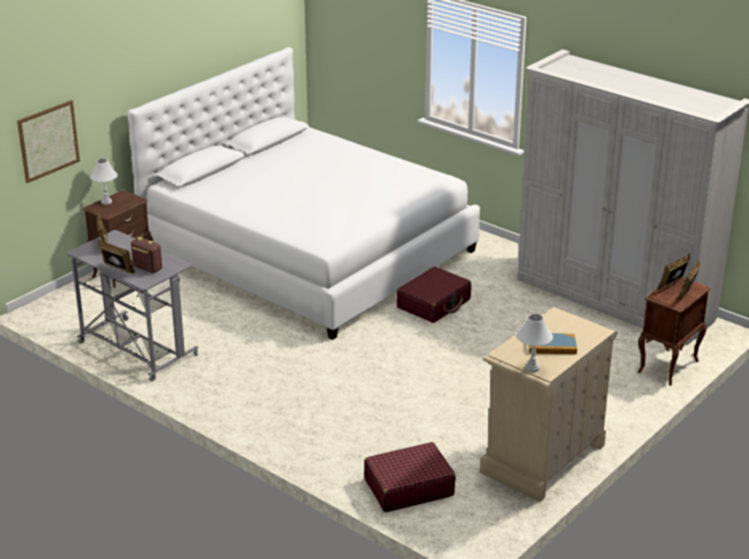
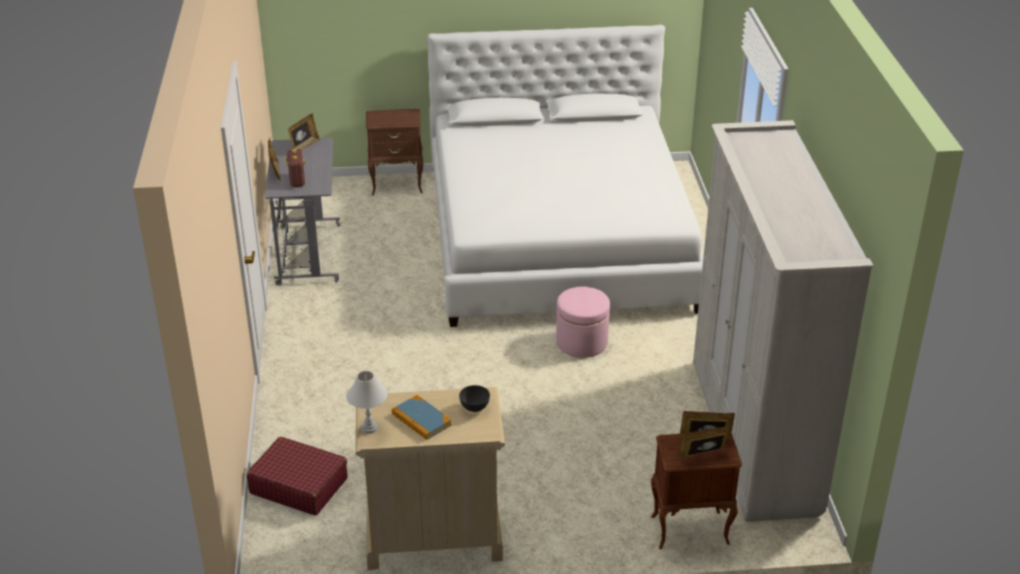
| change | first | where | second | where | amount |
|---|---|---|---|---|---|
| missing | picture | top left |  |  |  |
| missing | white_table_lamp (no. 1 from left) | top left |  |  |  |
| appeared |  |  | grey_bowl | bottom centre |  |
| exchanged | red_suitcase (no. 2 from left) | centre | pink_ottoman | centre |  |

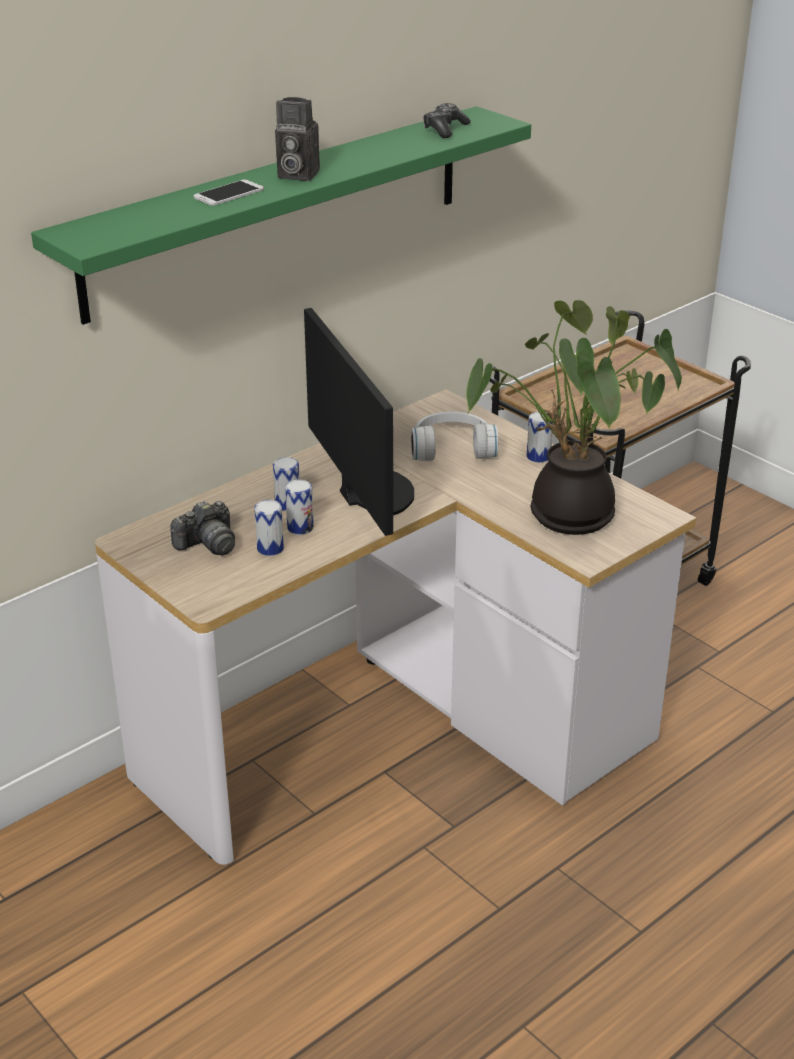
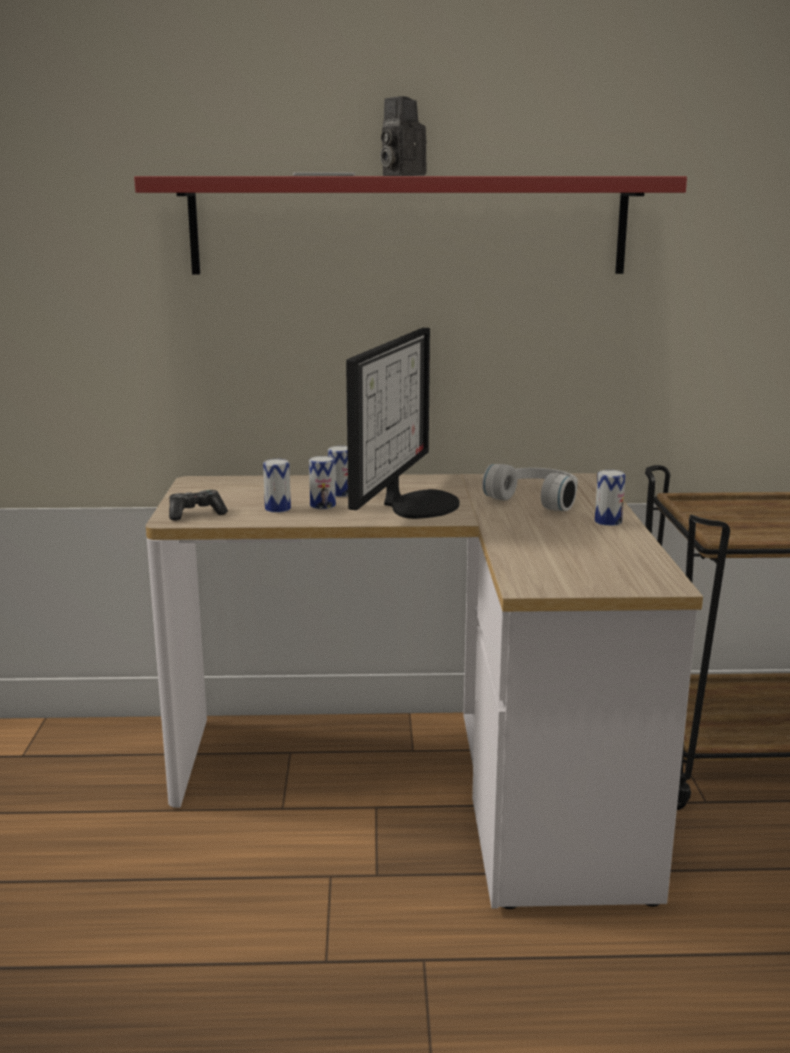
| change | first | where | second | where | amount |
|---|---|---|---|---|---|
| missing | photo_camera (no. 1 from left) | middle left |  |  |  |
| missing | potted_plant | middle right |  |  |  |
| relocated | game_controller | top centre |  | middle left |  |
| colour | green_shelf | top centre | red_shelf | top centre |  |

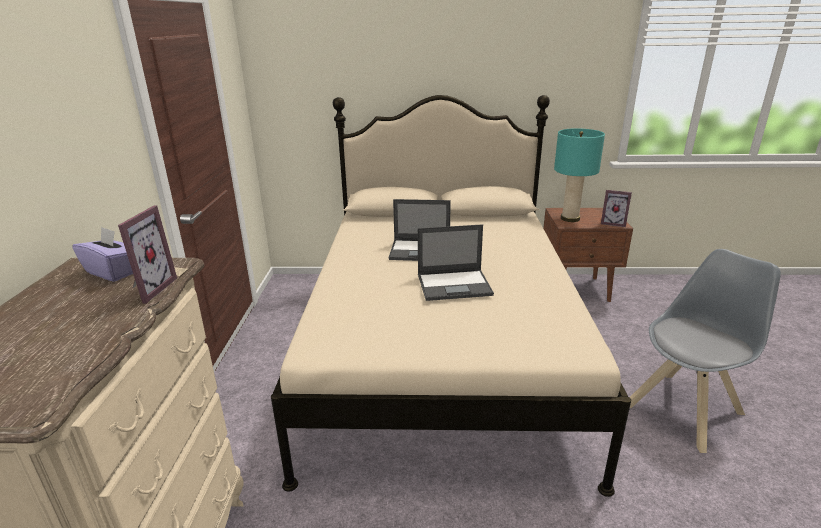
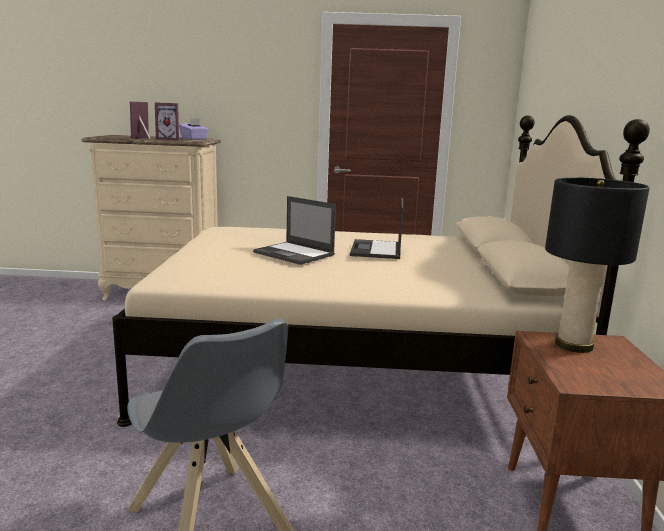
| change | first | where | second | where | amount |
|---|---|---|---|---|---|
| relocated | picture_frame (no. 2 from left in the first image) | middle right | picture_frame (no. 1 from left) | top left |  |
| colour | turquoise_table_lamp | top right | black_table_lamp | middle right |  |
| spun | laptop (no. 2 from left in the first image) | centre | laptop (no. 1 from left) | centre | 45 degrees counterclockwise |

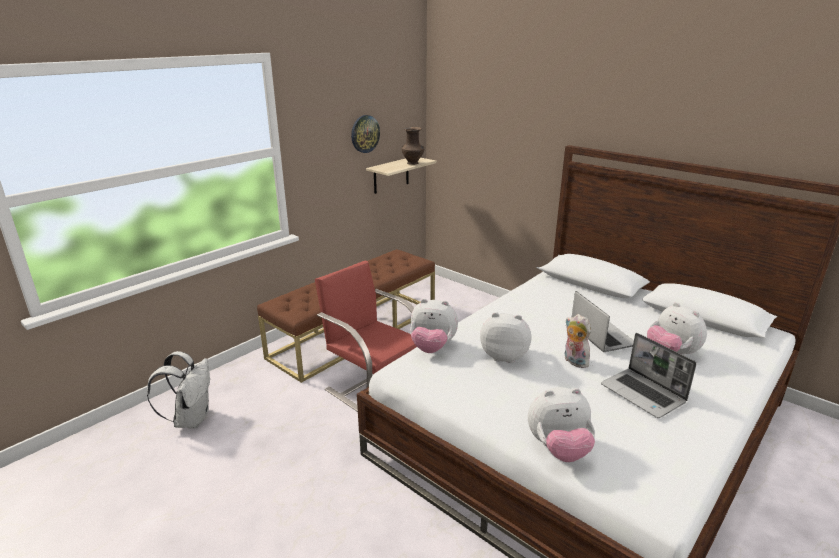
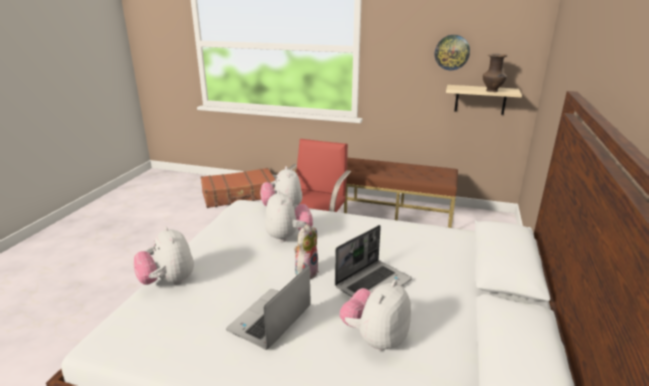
| change | first | where | second | where | amount |
|---|---|---|---|---|---|
| exchanged | white_backpack | bottom left | brown_suitcase | centre |  |

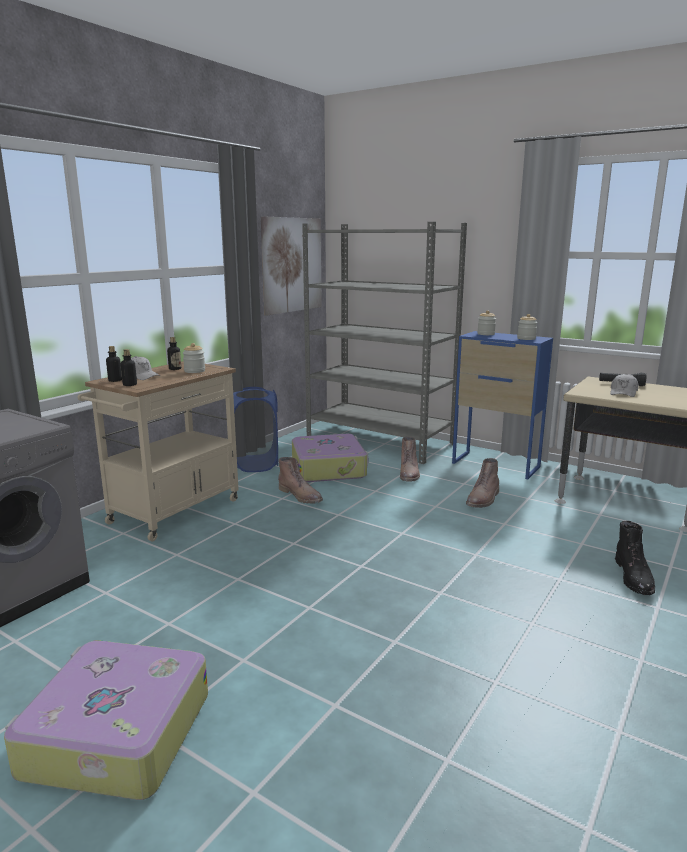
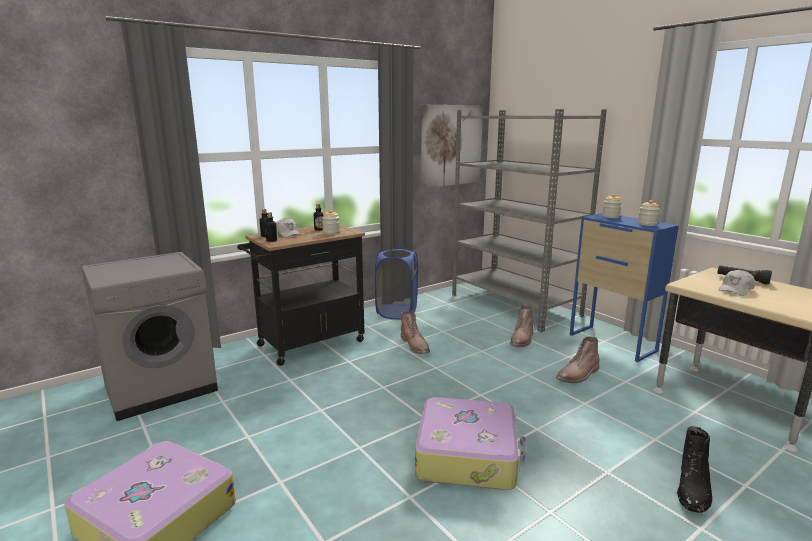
| change | first | where | second | where | amount |
|---|---|---|---|---|---|
| relocated | suitcase (no. 2 from left) | centre |  | bottom centre |  |
| colour | beige_cart | middle left | black_cart | centre |  |

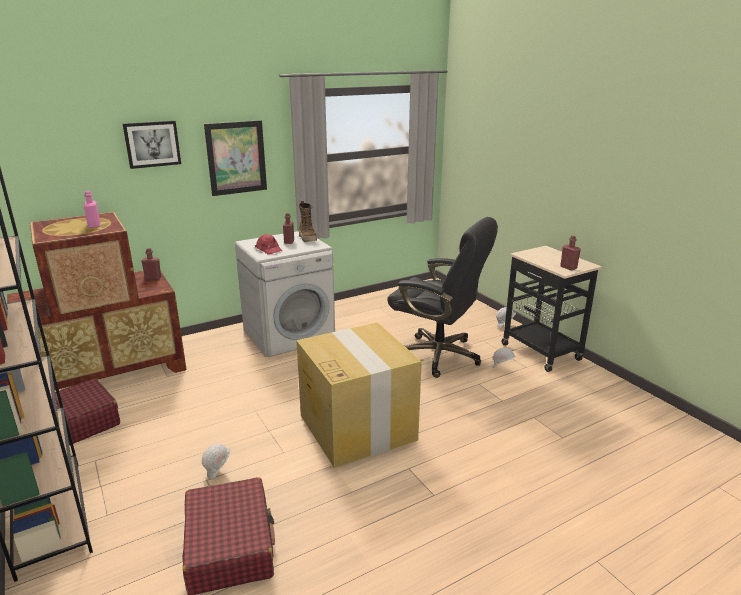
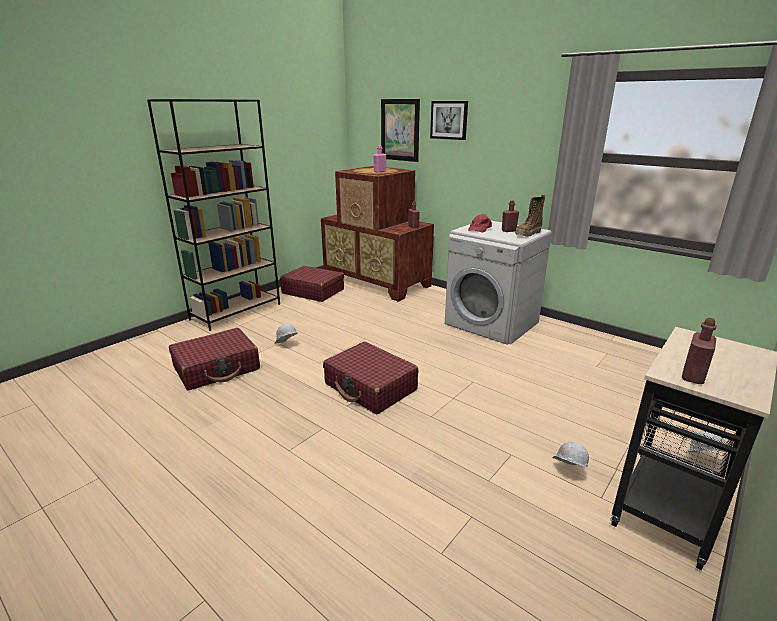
| change | first | where | second | where | amount |
|---|---|---|---|---|---|
| missing | black_office_chair | centre |  |  |  |
| relocated | picture (no. 2 from left in the first image) | top left | picture (no. 1 from left) | top centre |  |
| exchanged | cardboard_box | centre | red_suitcase (no. 3 from left) | centre |  |

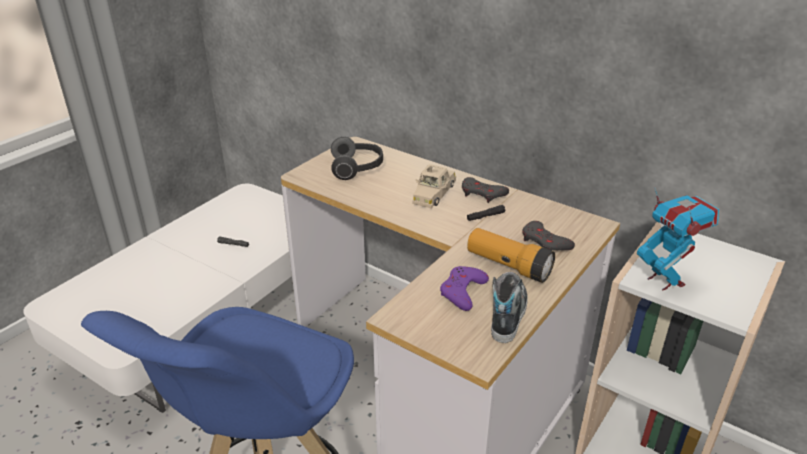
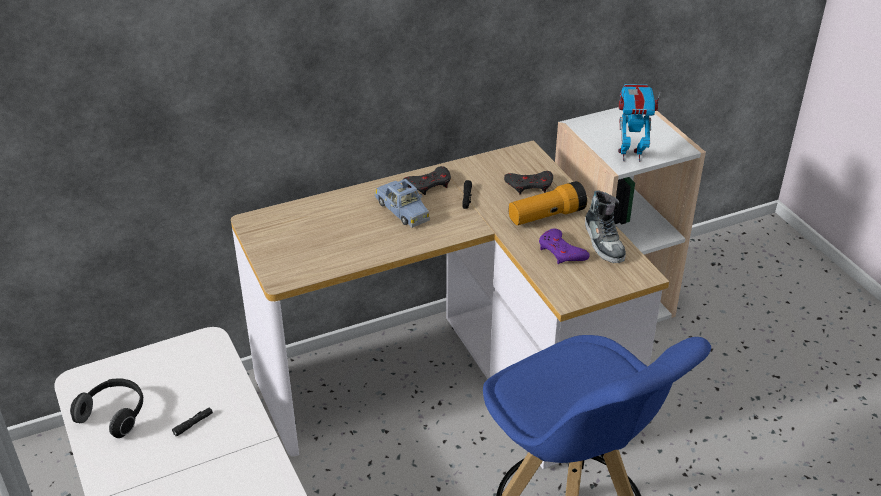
| change | first | where | second | where | amount |
|---|---|---|---|---|---|
| relocated | headphones | centre |  | bottom left |  |
| colour | beige_toy_car | centre | blue_toy_car | centre |  |
| spun | shoe | bottom centre |  | middle right | 150 degrees counterclockwise |

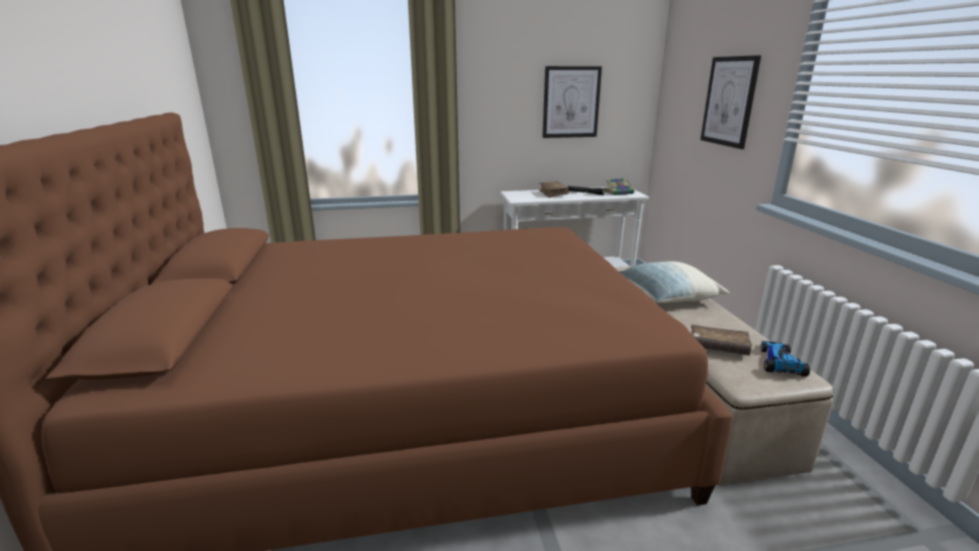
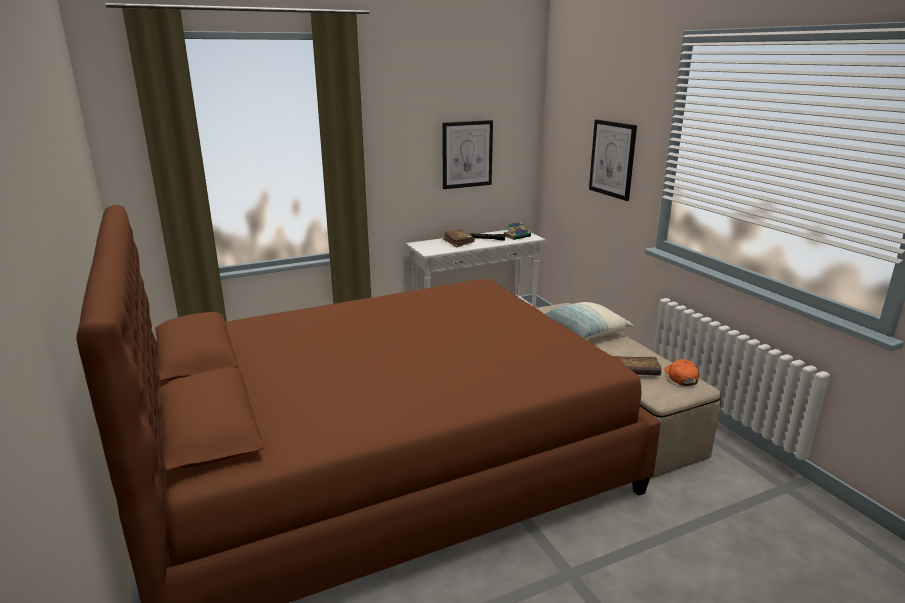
| change | first | where | second | where | amount |
|---|---|---|---|---|---|
| exchanged | toy_car | middle right | orange_cap | middle right |  |

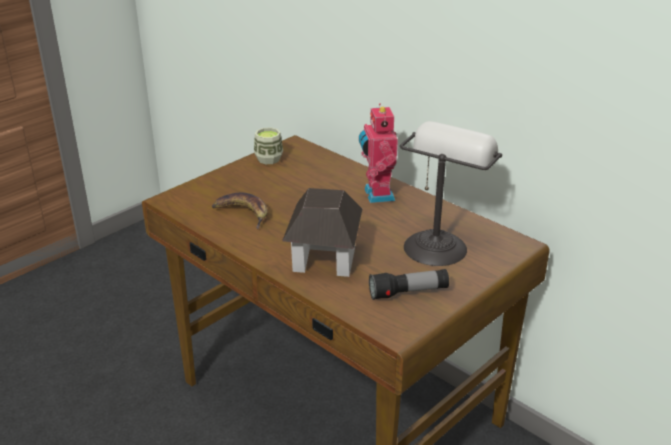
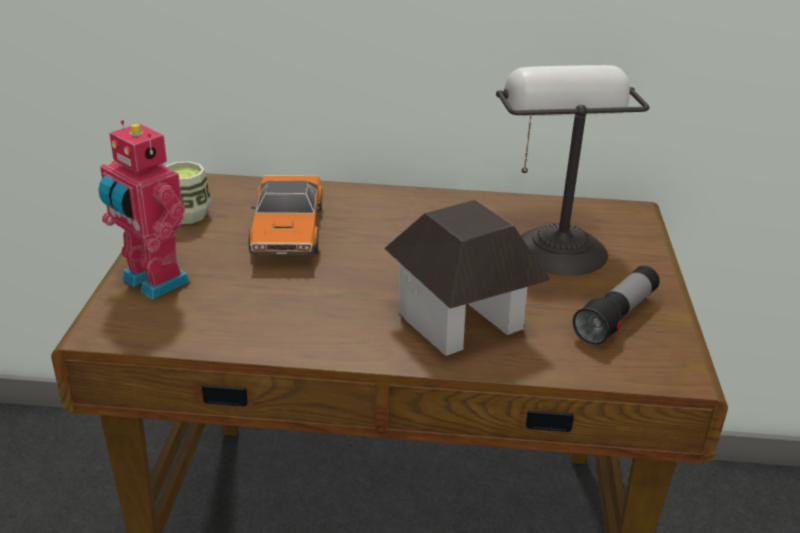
| change | first | where | second | where | amount |
|---|---|---|---|---|---|
| missing | banana | centre |  |  |  |
| appeared |  |  | toy_car | centre |  |
| relocated | toy_robot | centre |  | middle left |  |

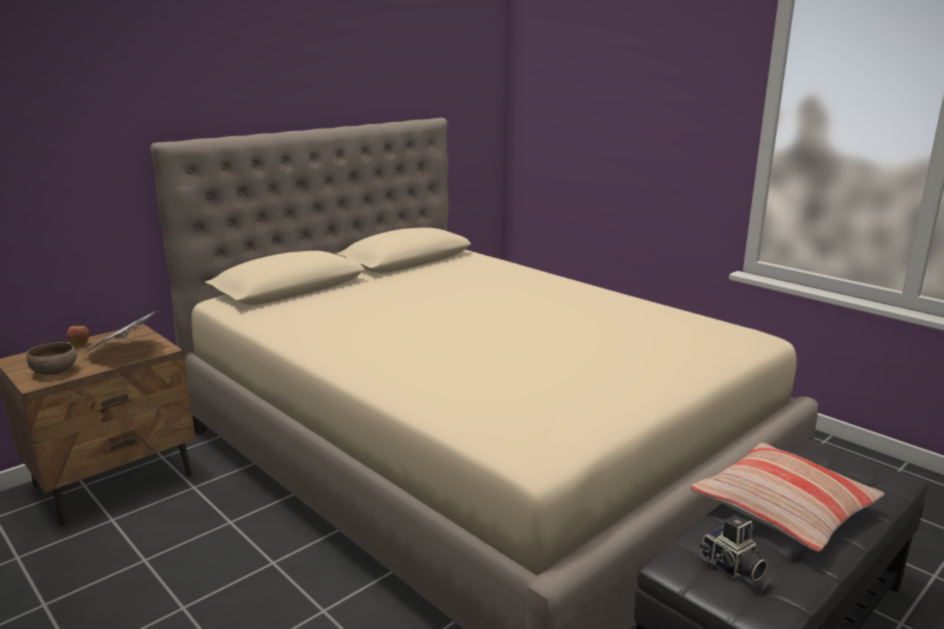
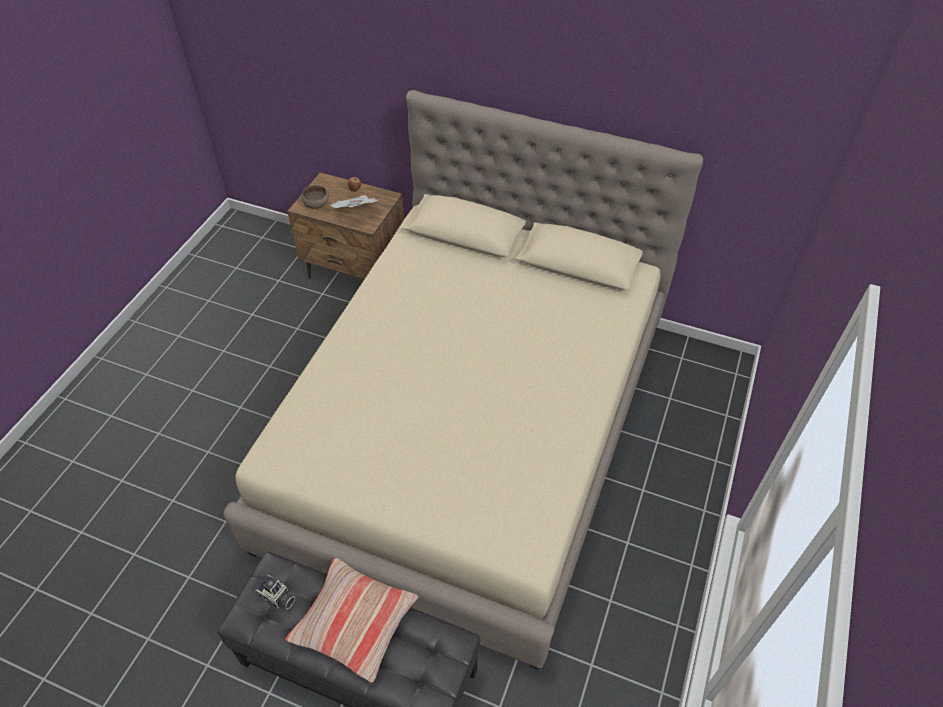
| change | first | where | second | where | amount |
|---|---|---|---|---|---|
| spun | photo_camera | bottom right |  | bottom left | 90 degrees counterclockwise |

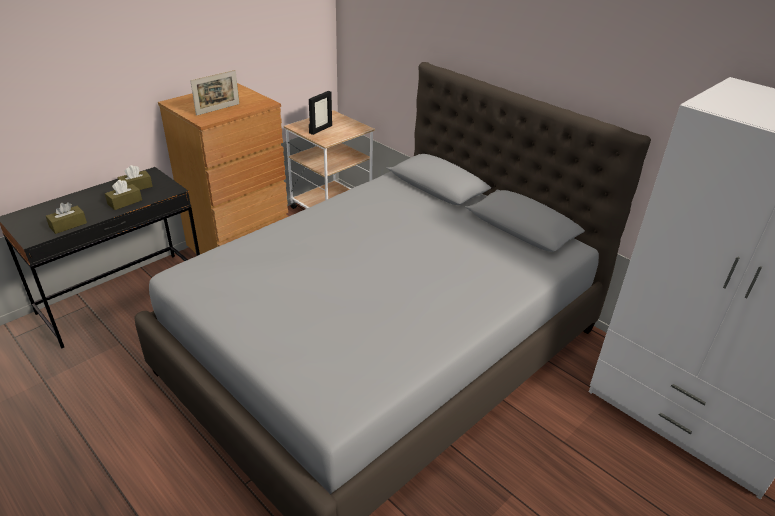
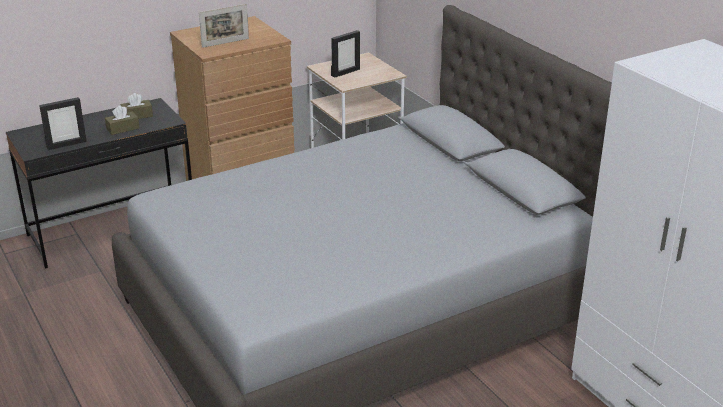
| change | first | where | second | where | amount |
|---|---|---|---|---|---|
| exchanged | brown_tissue_box (no. 1 from left) | middle left | picture_frame (no. 1 from left) | top left |  |

